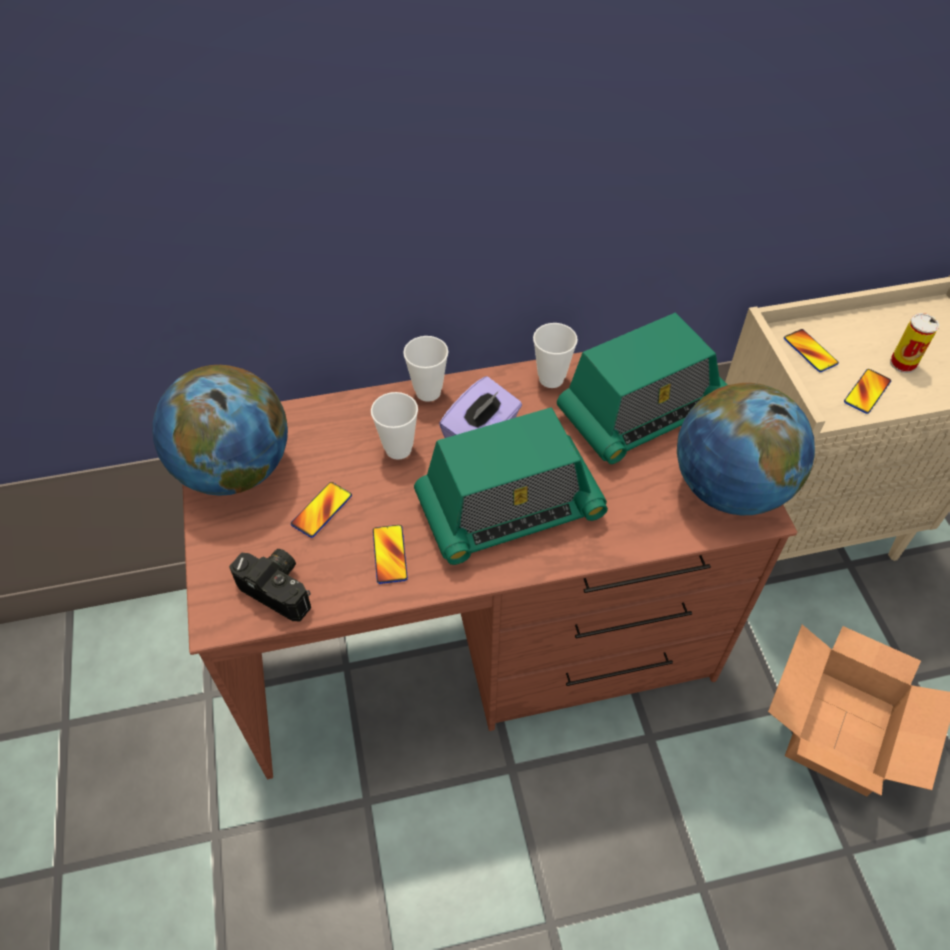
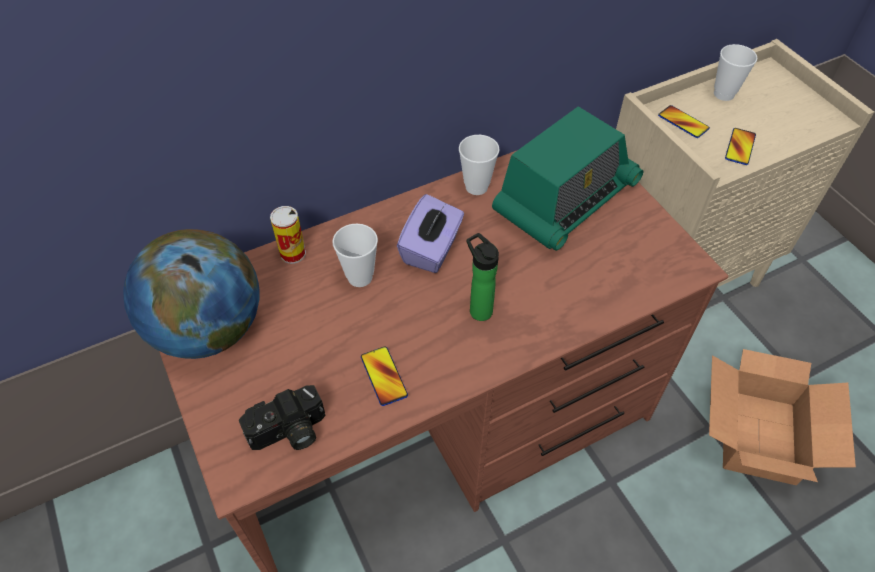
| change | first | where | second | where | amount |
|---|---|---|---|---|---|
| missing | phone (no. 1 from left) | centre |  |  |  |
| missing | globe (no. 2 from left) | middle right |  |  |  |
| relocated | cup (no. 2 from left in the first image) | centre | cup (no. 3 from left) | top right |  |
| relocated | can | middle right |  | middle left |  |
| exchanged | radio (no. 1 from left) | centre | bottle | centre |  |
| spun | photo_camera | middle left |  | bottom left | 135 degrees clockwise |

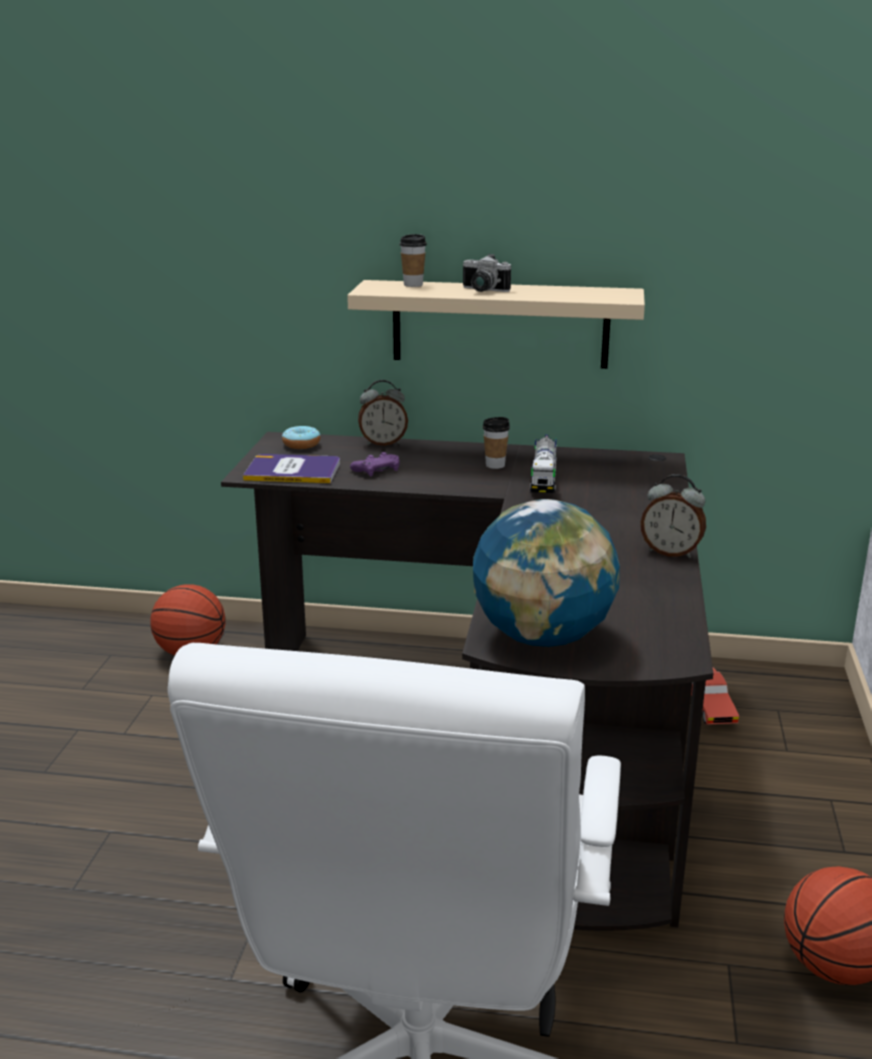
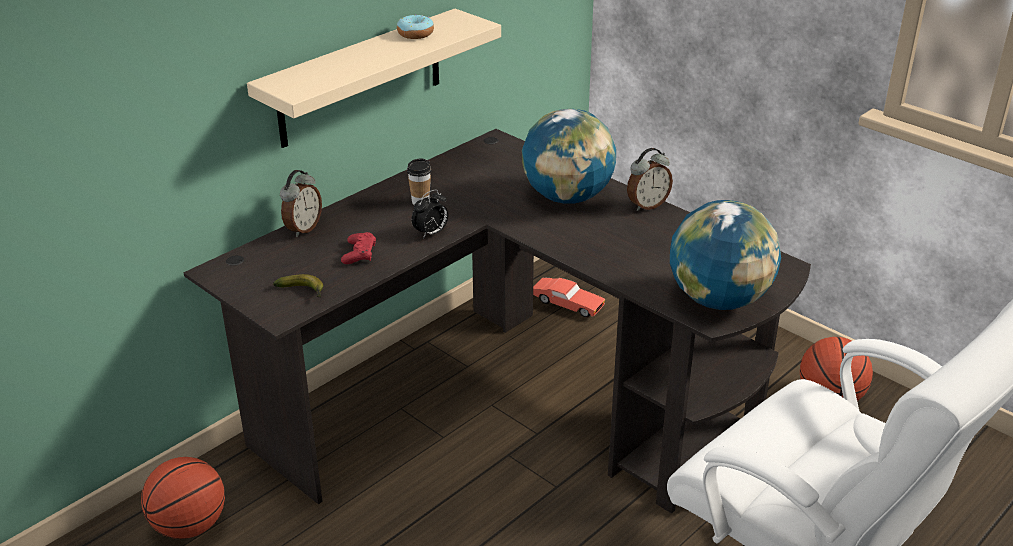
| change | first | where | second | where | amount |
|---|---|---|---|---|---|
| missing | cup (no. 1 from left) | top centre |  |  |  |
| missing | photo_camera | top centre |  |  |  |
| missing | toy_truck | centre |  |  |  |
| appeared |  |  | alarm_clock (no. 2 from left) | centre |  |
| appeared |  |  | globe (no. 1 from left) | top centre |  |
| relocated | donut | centre |  | top centre |  |
| exchanged | book | centre | banana | middle left |  |
| colour | purple_game_controller | centre | red_game_controller | centre |  |

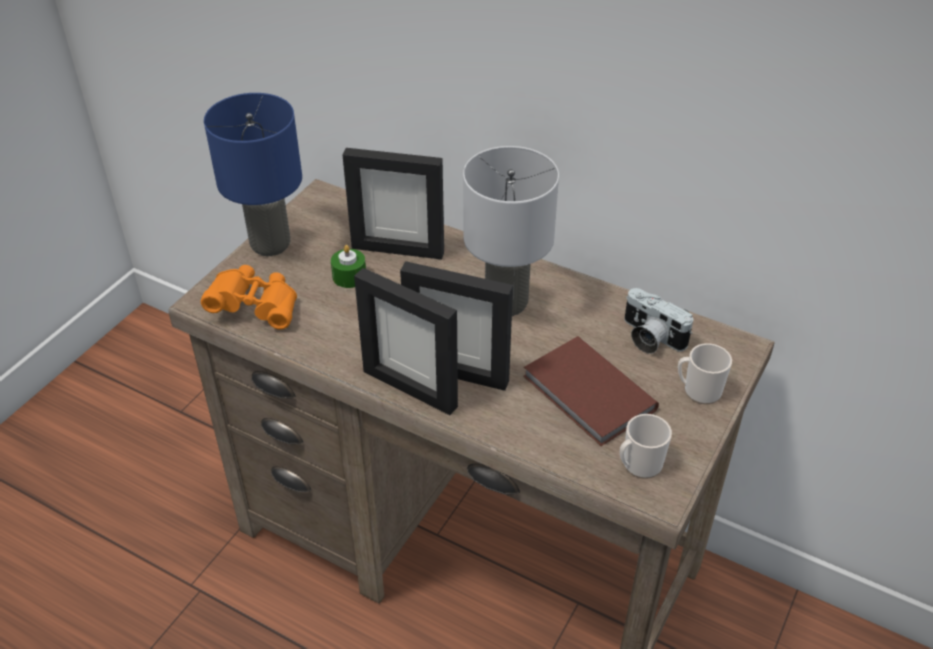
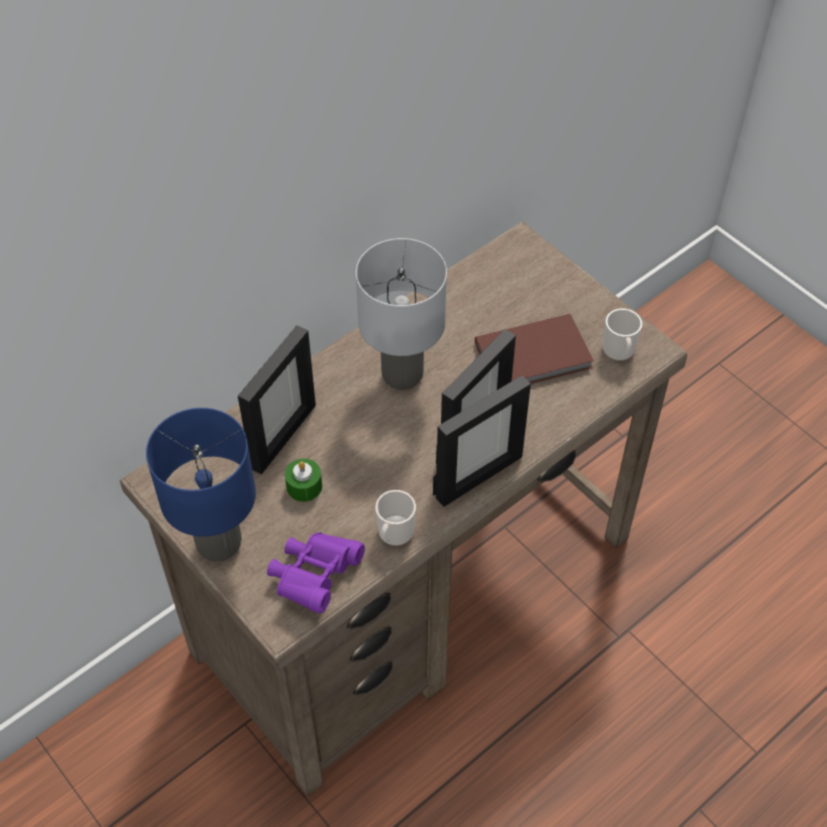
| change | first | where | second | where | amount |
|---|---|---|---|---|---|
| missing | photo_camera | middle right |  |  |  |
| relocated | mug (no. 2 from left in the first image) | middle right | mug (no. 1 from left) | centre |  |
| colour | orange_binoculars | middle left | purple_binoculars | bottom centre |  |

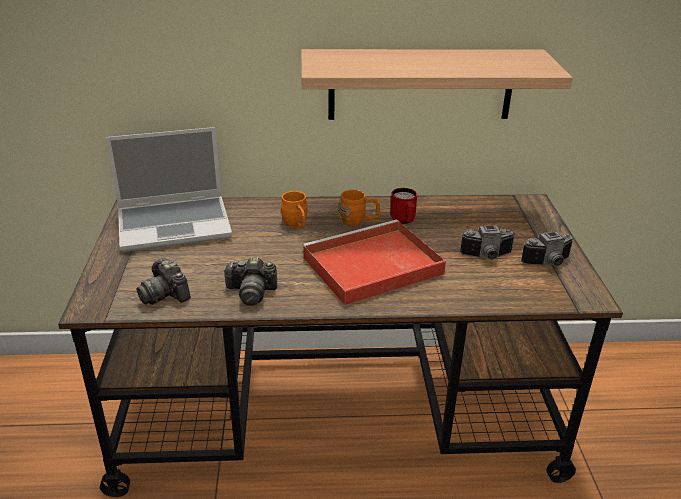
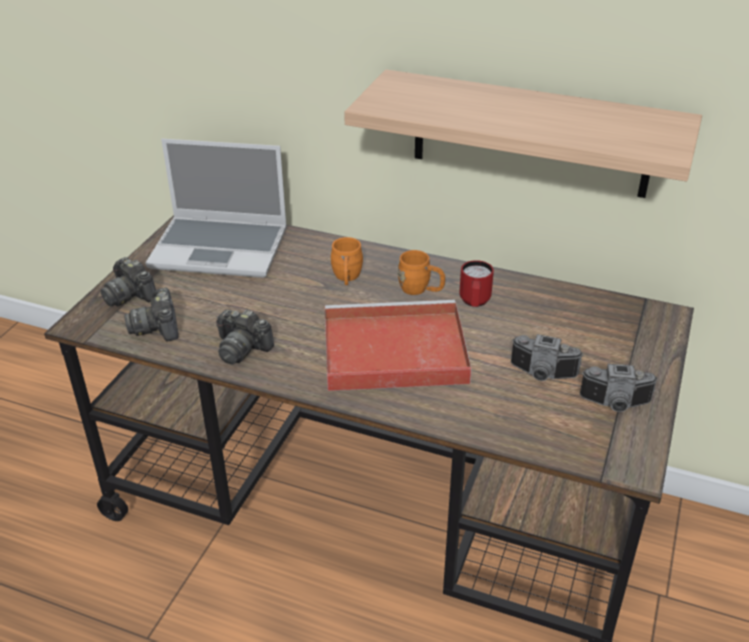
| change | first | where | second | where | amount |
|---|---|---|---|---|---|
| appeared |  |  | photo_camera (no. 1 from left) | middle left |  |

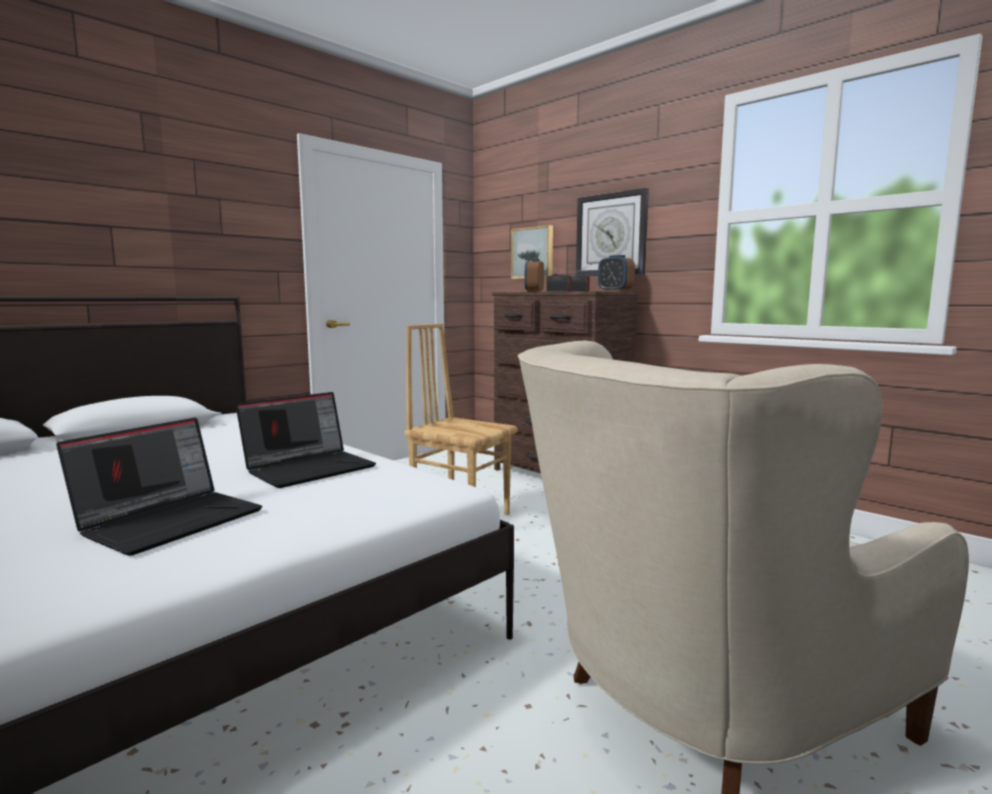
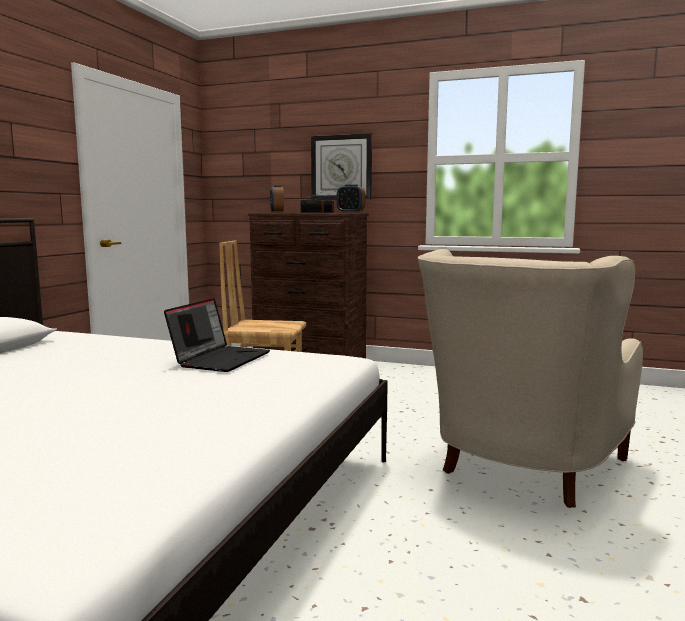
| change | first | where | second | where | amount |
|---|---|---|---|---|---|
| missing | laptop (no. 1 from left) | middle left |  |  |  |
| missing | picture | top centre |  |  |  |

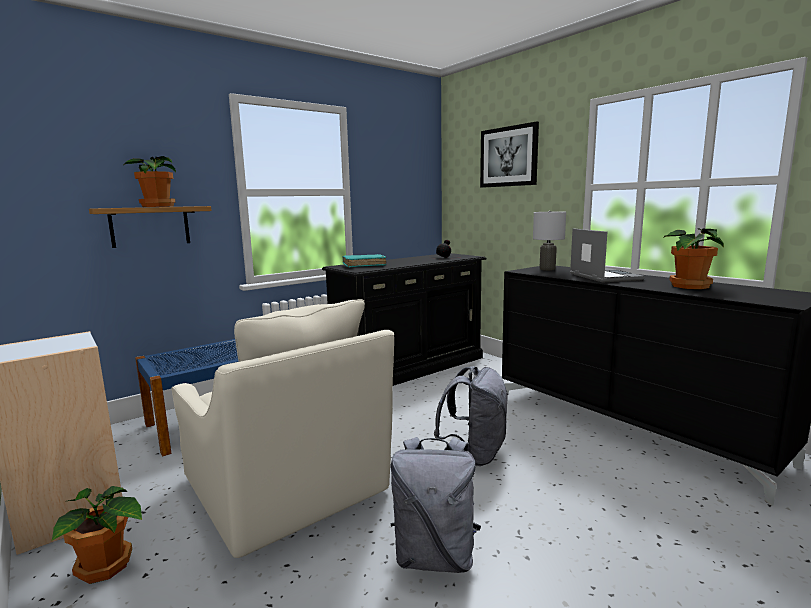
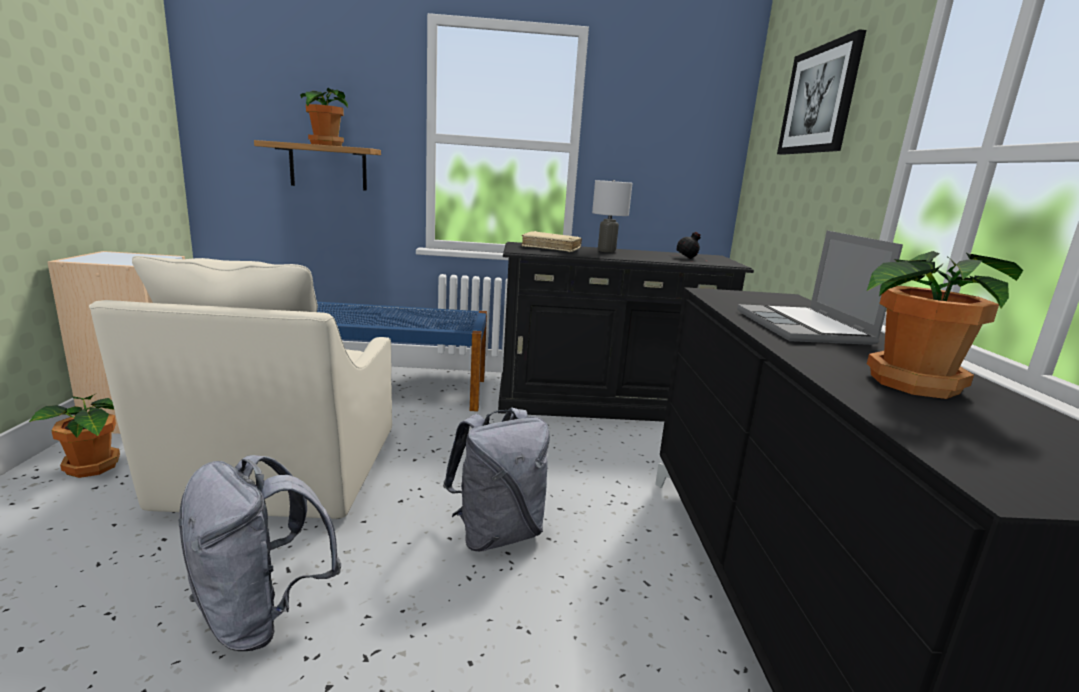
| change | first | where | second | where | amount |
|---|---|---|---|---|---|
| relocated | white_table_lamp | middle right |  | top centre |  |
| colour | turquoise_book | centre | beige_book | centre |  |
| spun | laptop | middle right |  | middle right | 150 degrees clockwise |

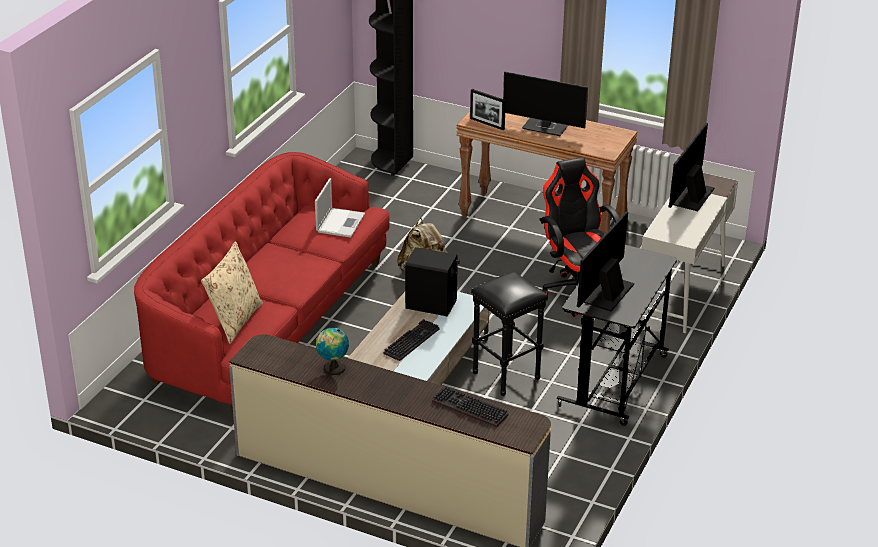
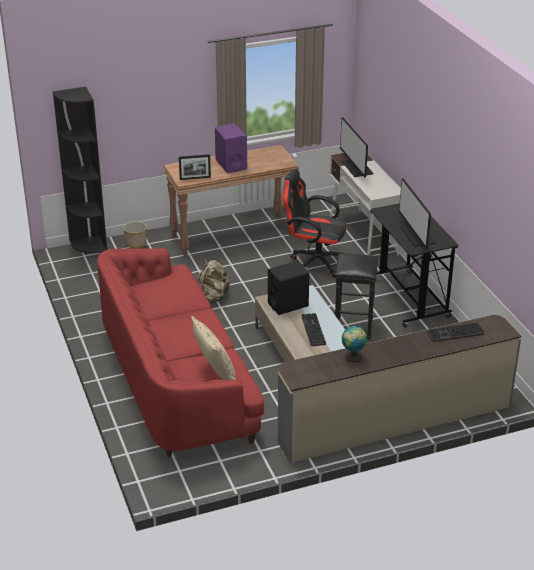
| change | first | where | second | where | amount |
|---|---|---|---|---|---|
| missing | laptop | centre |  |  |  |
| appeared |  |  | planter | middle left |  |
| exchanged | monitor (no. 1 from left) | top centre | purple_speaker | top centre |  |

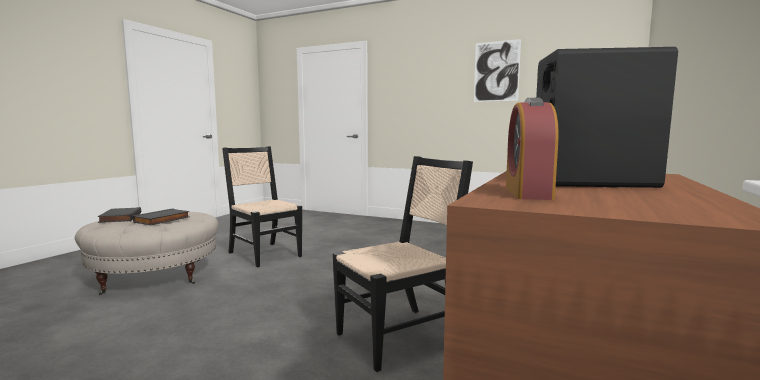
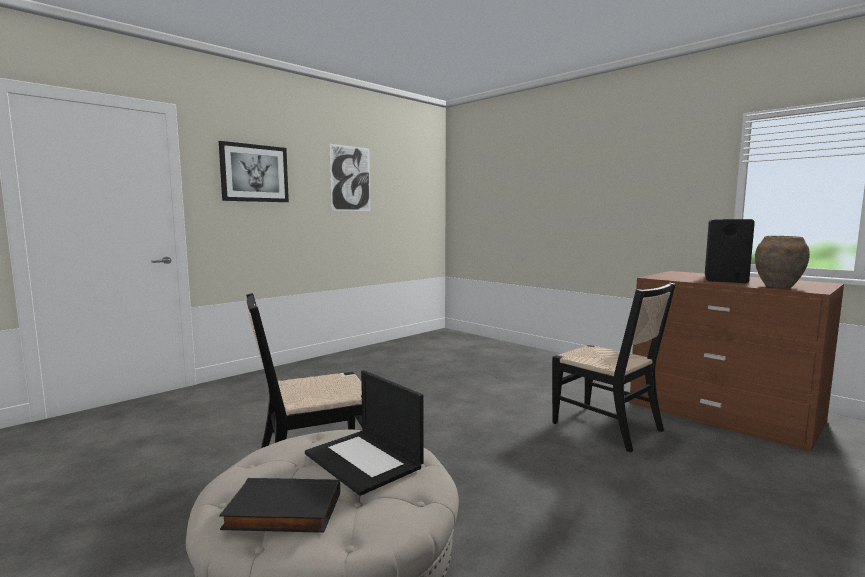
| change | first | where | second | where | amount |
|---|---|---|---|---|---|
| appeared |  |  | picture (no. 1 from left) | top left |  |
| exchanged | black_book (no. 2 from left) | middle left | laptop | bottom centre |  |
| exchanged | alarm_clock | middle right | brown_vase | middle right |  |
| spun | chair (no. 2 from left) | bottom centre |  | middle right | 150 degrees clockwise |

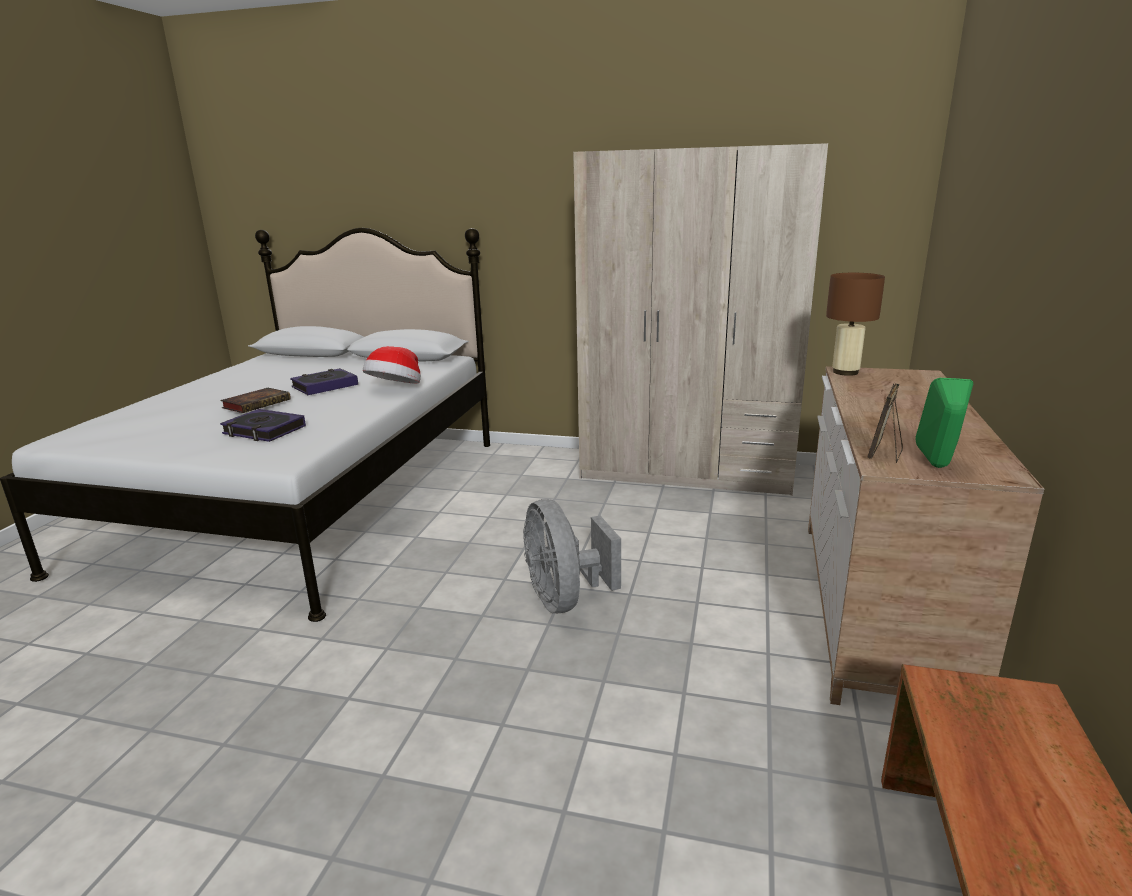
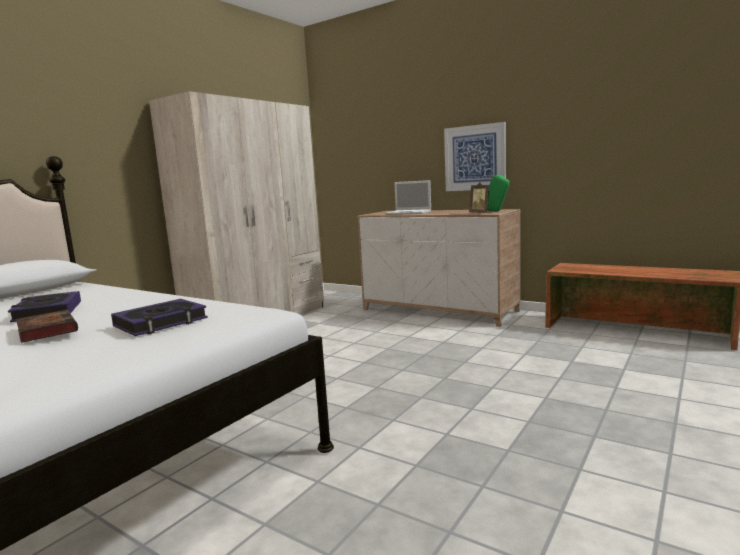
| change | first | where | second | where | amount |
|---|---|---|---|---|---|
| missing | hat | centre |  |  |  |
| missing | grey_fan | centre |  |  |  |
| missing | brown_table_lamp | middle right |  |  |  |
| appeared |  |  | laptop | centre |  |
| appeared |  |  | picture | top centre |  |

